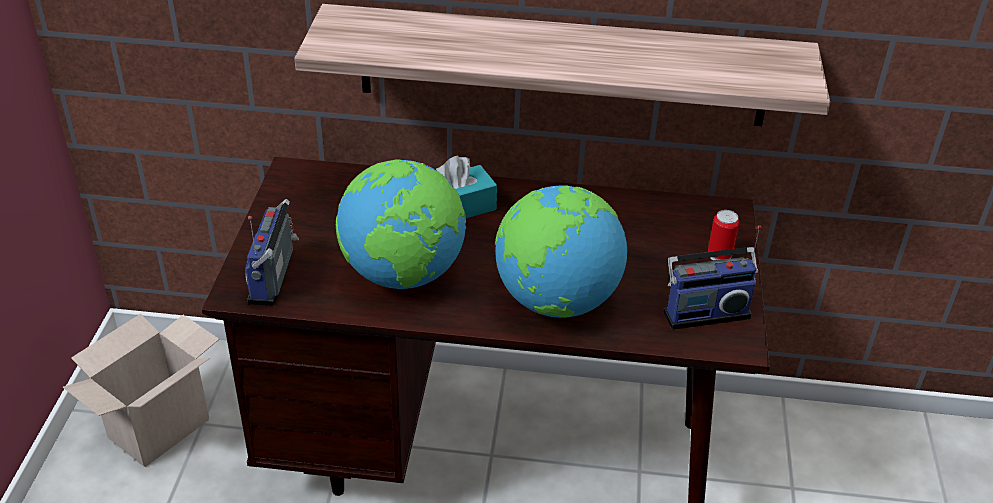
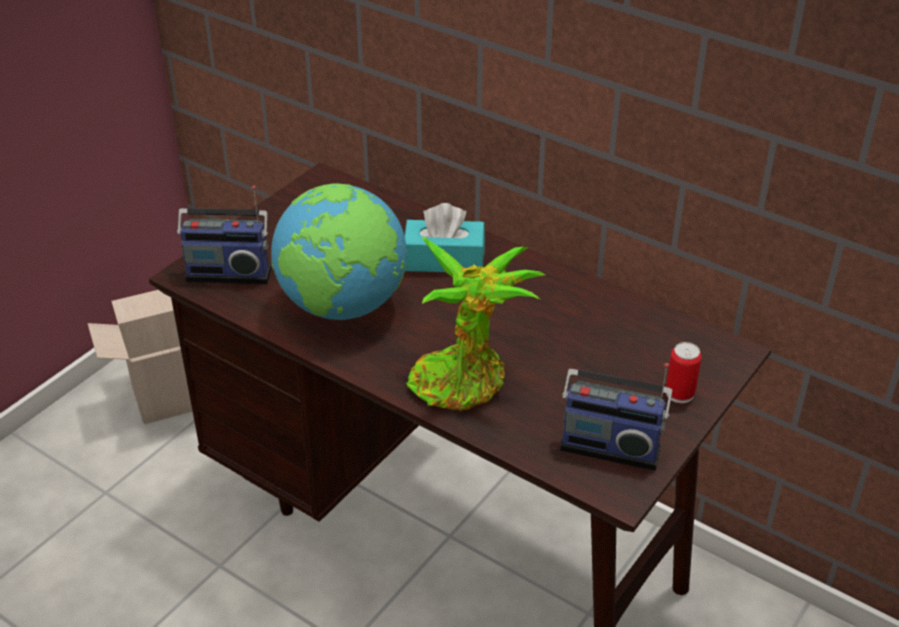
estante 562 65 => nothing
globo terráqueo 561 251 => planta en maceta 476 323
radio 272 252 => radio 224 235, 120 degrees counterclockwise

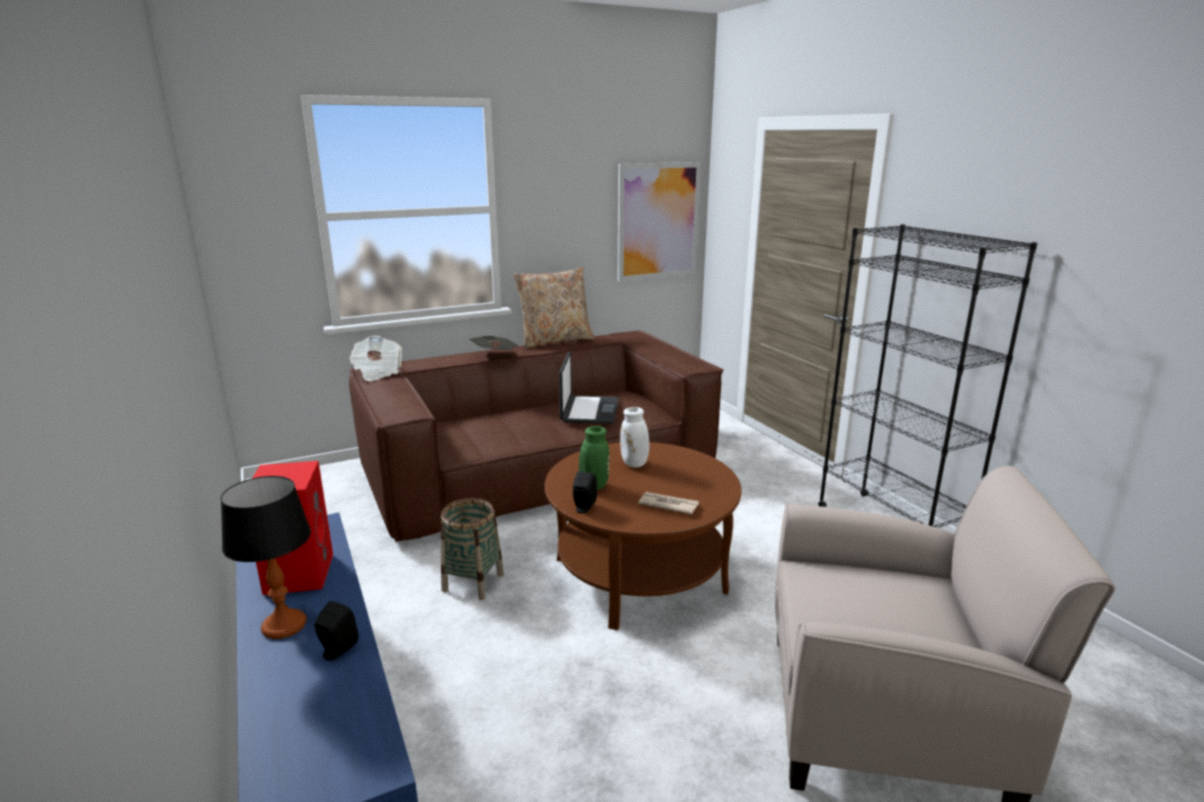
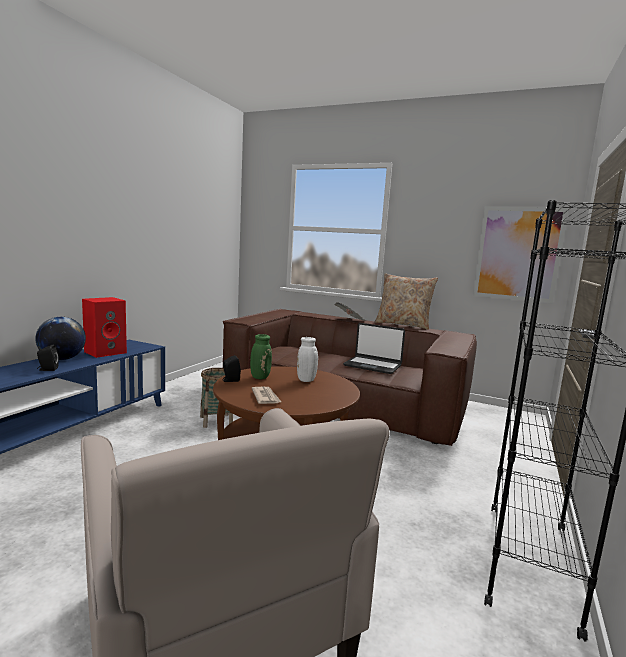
periódico 375 358 => nothing
lámpara de mesa 266 557 => globo terráqueo 60 338
portátil 589 387 => portátil 374 348, 60 degrees clockwise

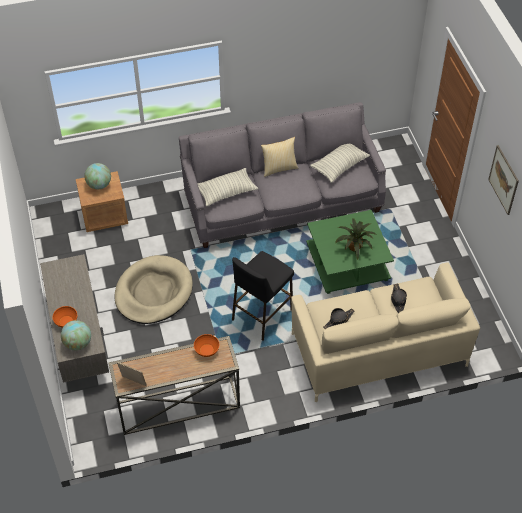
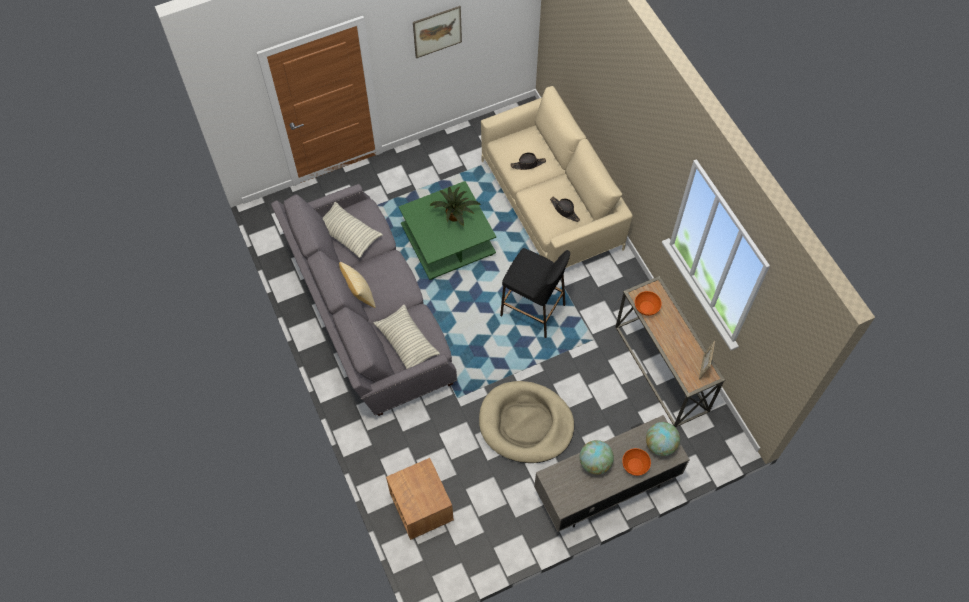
globo terráqueo 97 176 => globo terráqueo 597 457, shifted

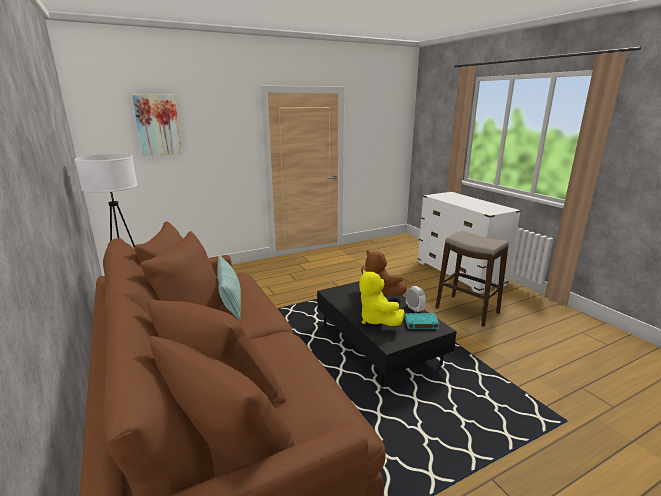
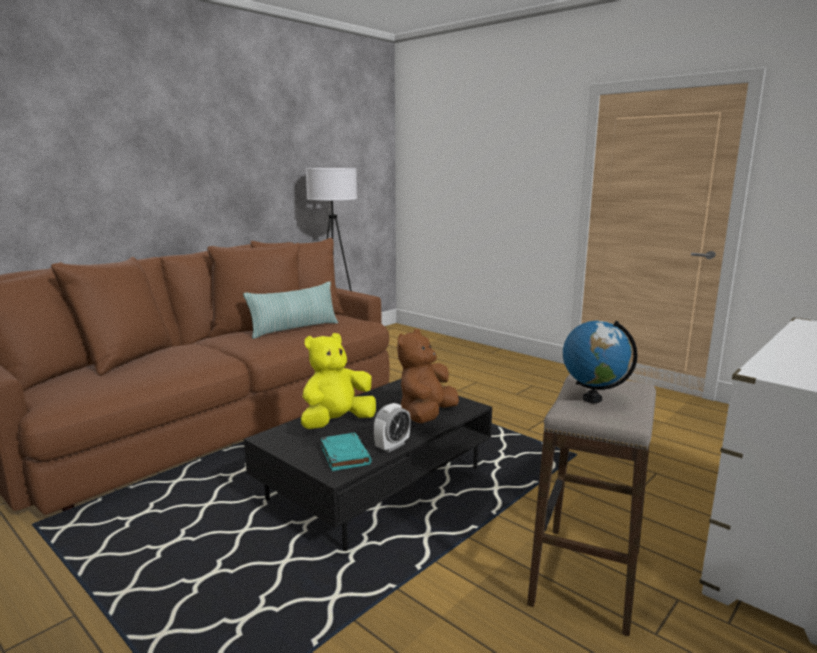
cuadro 157 125 => nothing
nothing => globo terráqueo 600 362

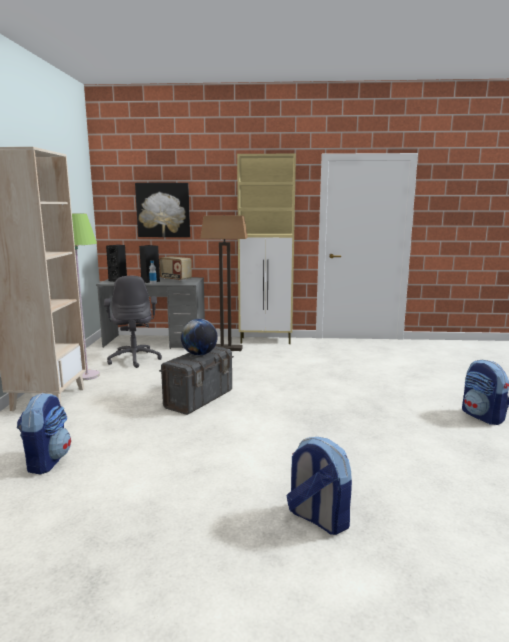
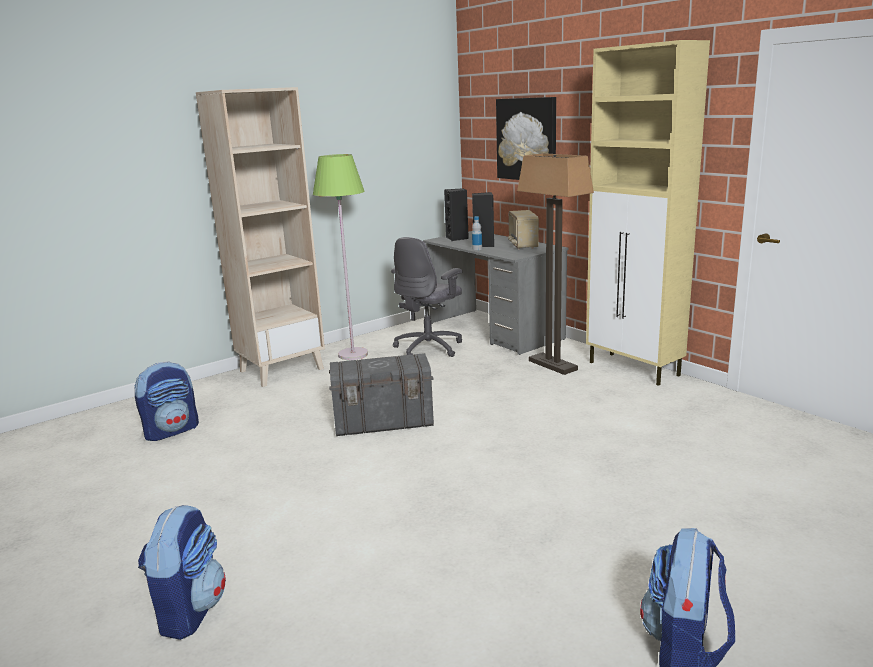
globo terráqueo 199 337 => nothing

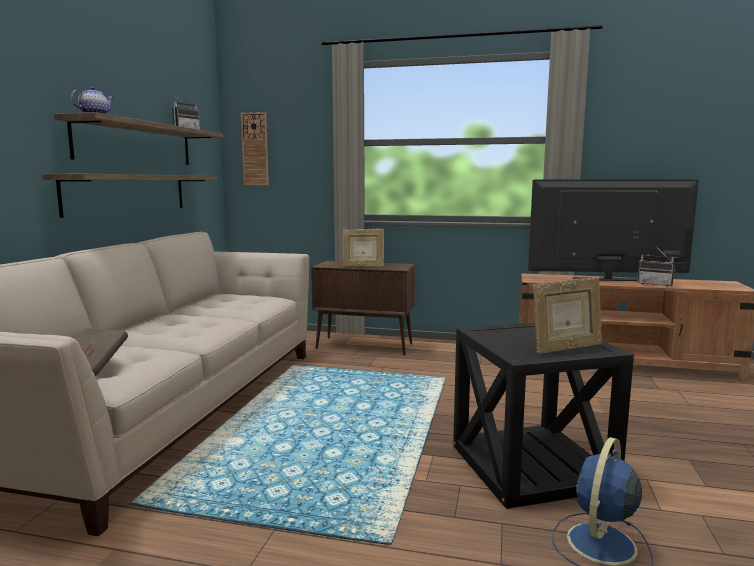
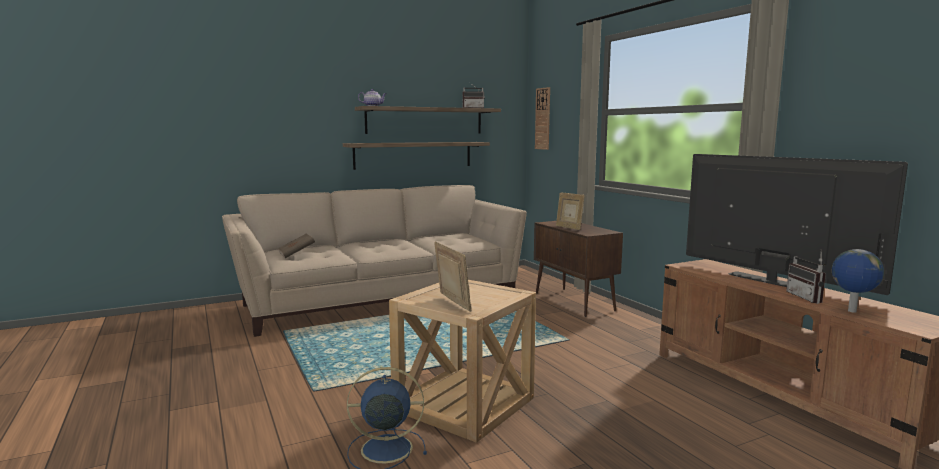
nothing => globo terráqueo 858 281
mesa auxiliar/negro 543 416 => mesa auxiliar/beis 462 361
portarretratos 567 315 => portarretratos 452 277, 150 degrees counterclockwise

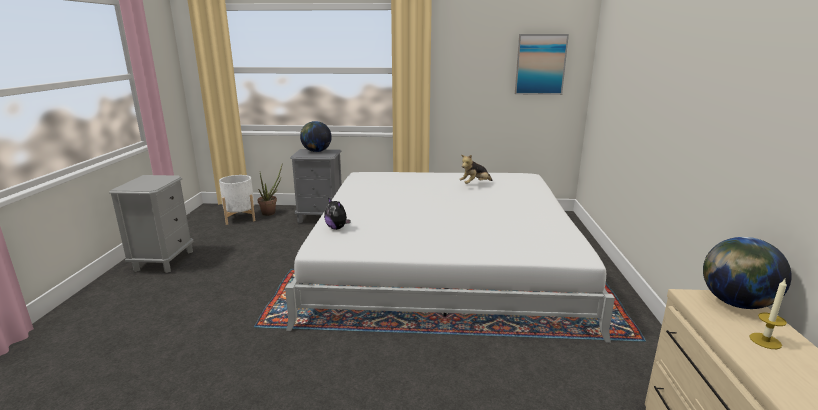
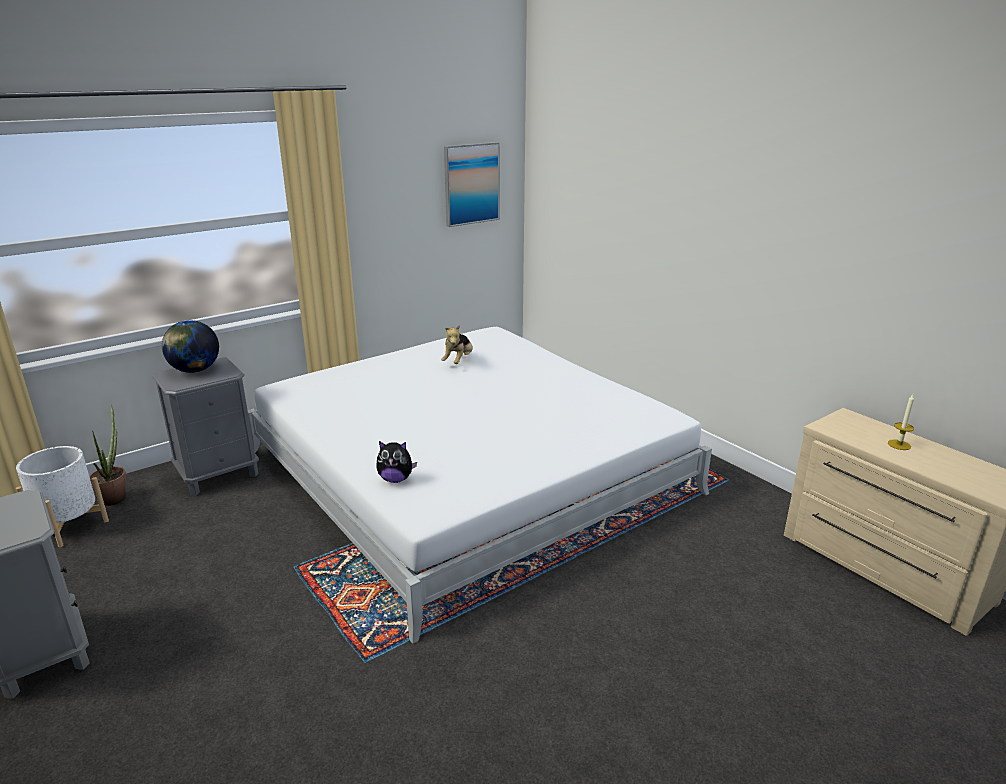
globo terráqueo 747 273 => nothing

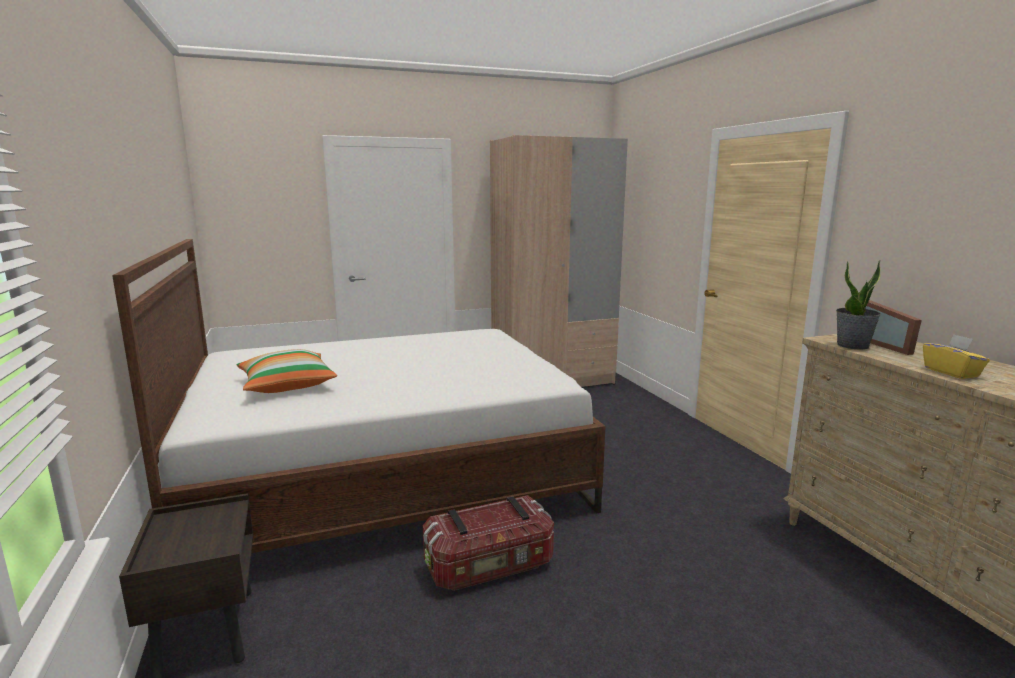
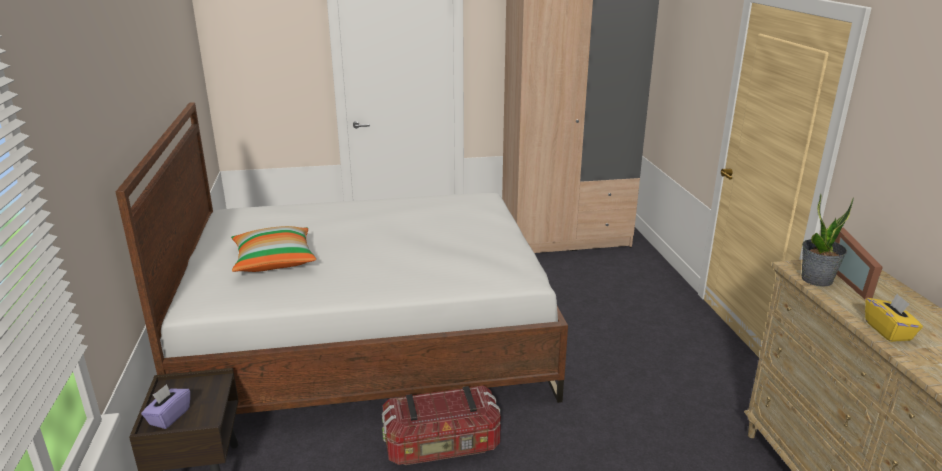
nothing => caja de pañuelos/morado 165 406

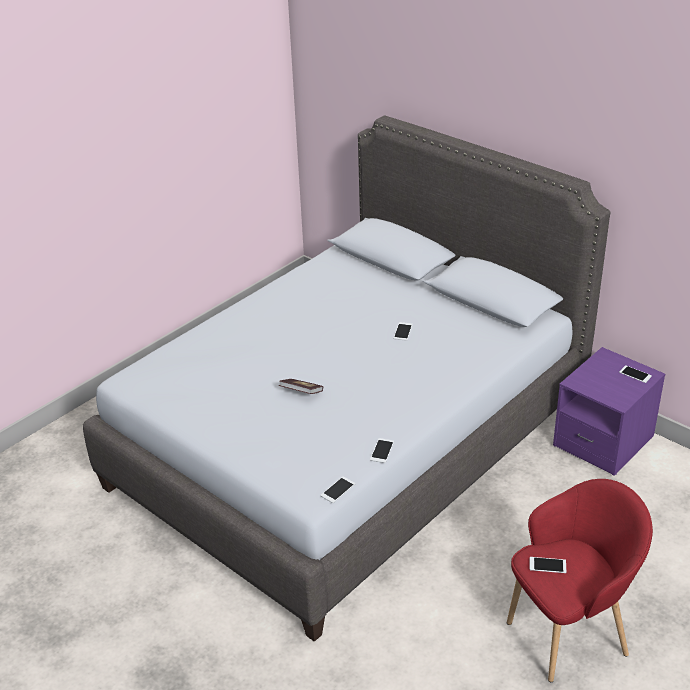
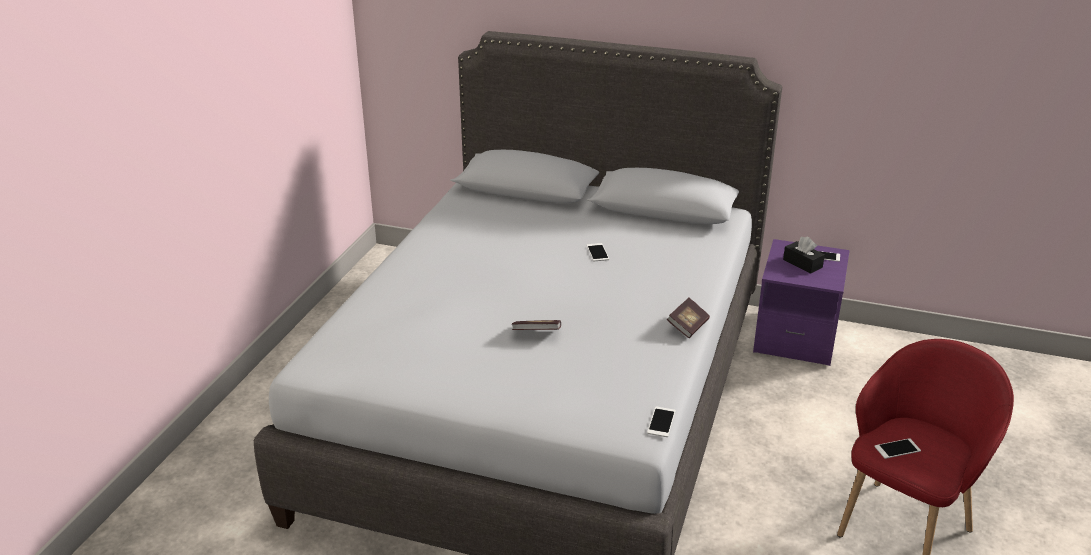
móvil 382 450 => nothing
nothing => libro 688 317
nothing => caja de pañuelos/negro 804 255

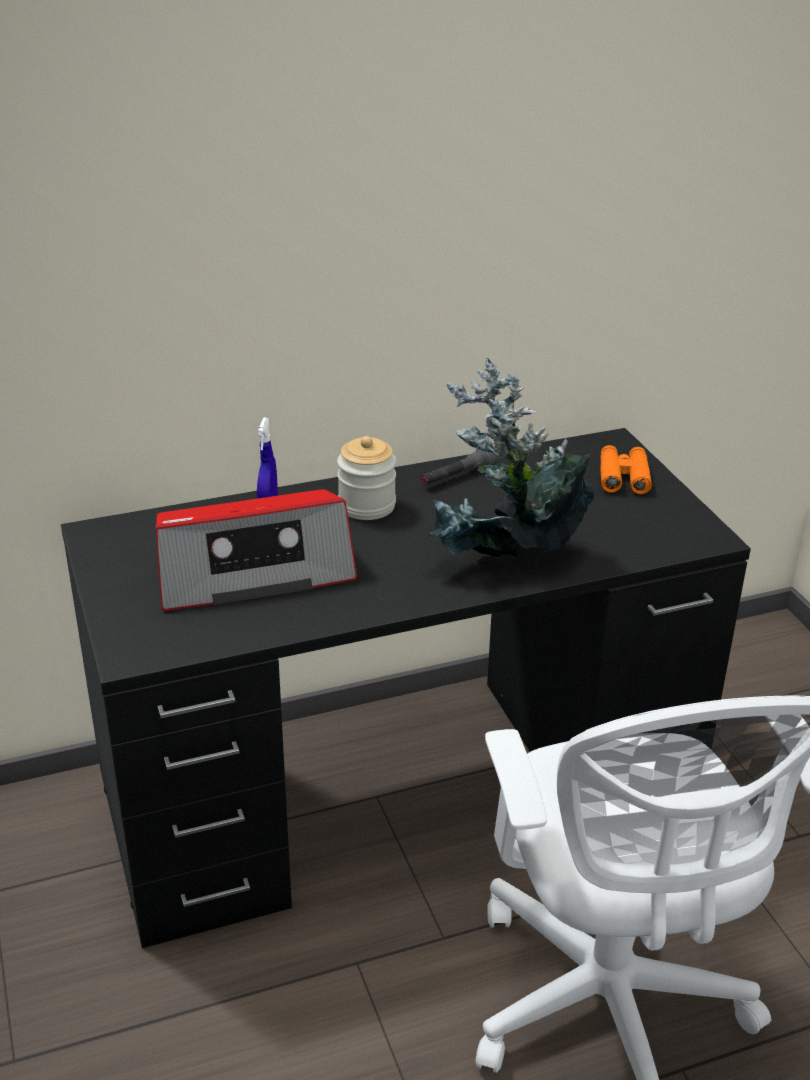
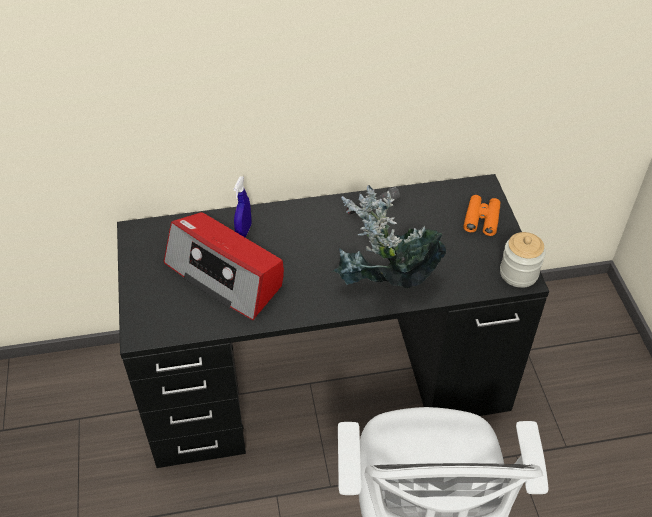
tarro 366 478 => tarro 523 260, shifted
radio 256 550 => radio 224 266, 45 degrees clockwise

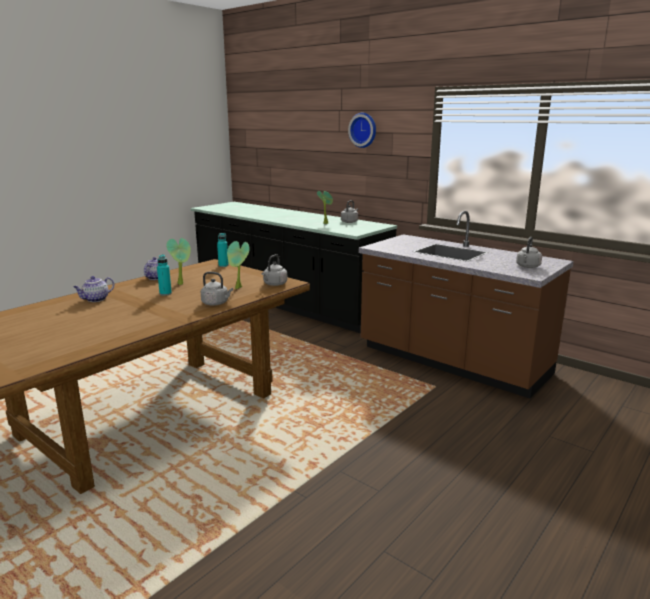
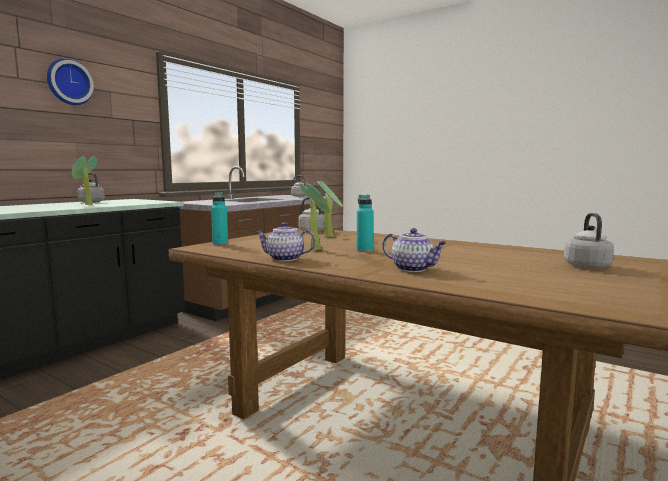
hervidor/gris 217 288 => hervidor/gris 589 241, shifted

